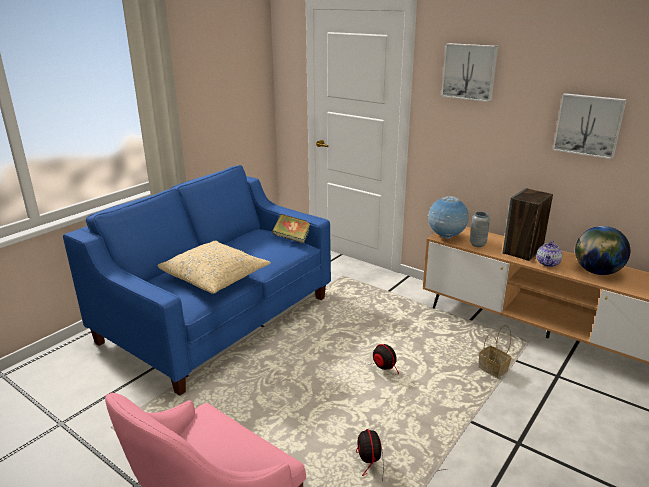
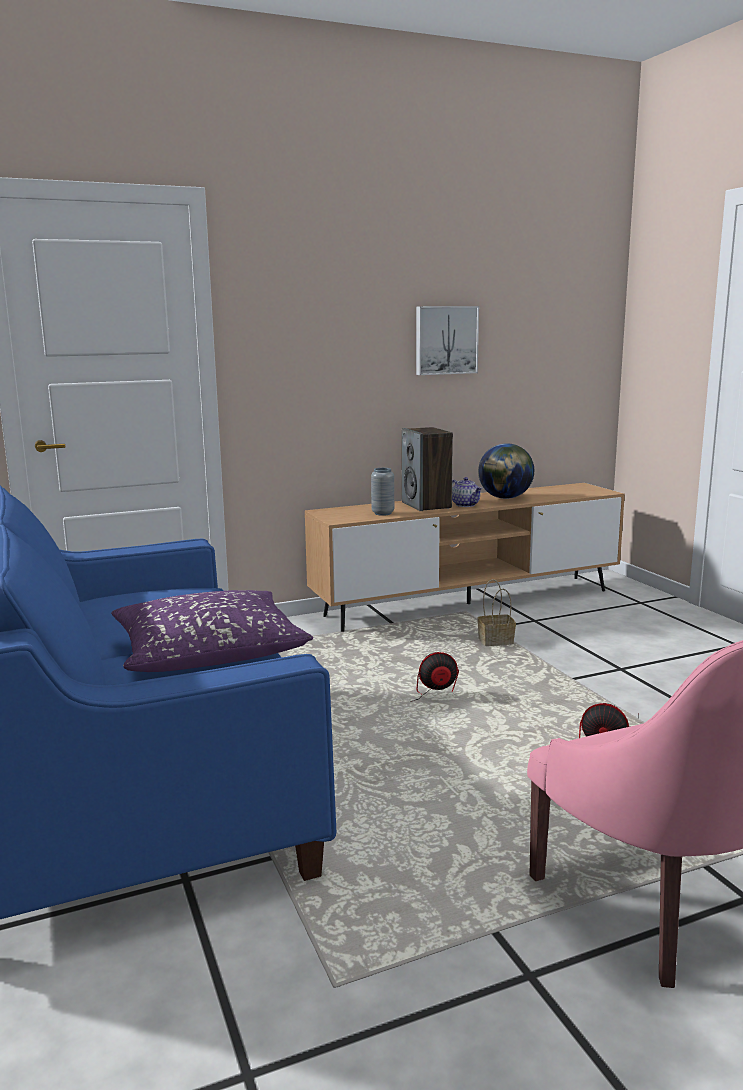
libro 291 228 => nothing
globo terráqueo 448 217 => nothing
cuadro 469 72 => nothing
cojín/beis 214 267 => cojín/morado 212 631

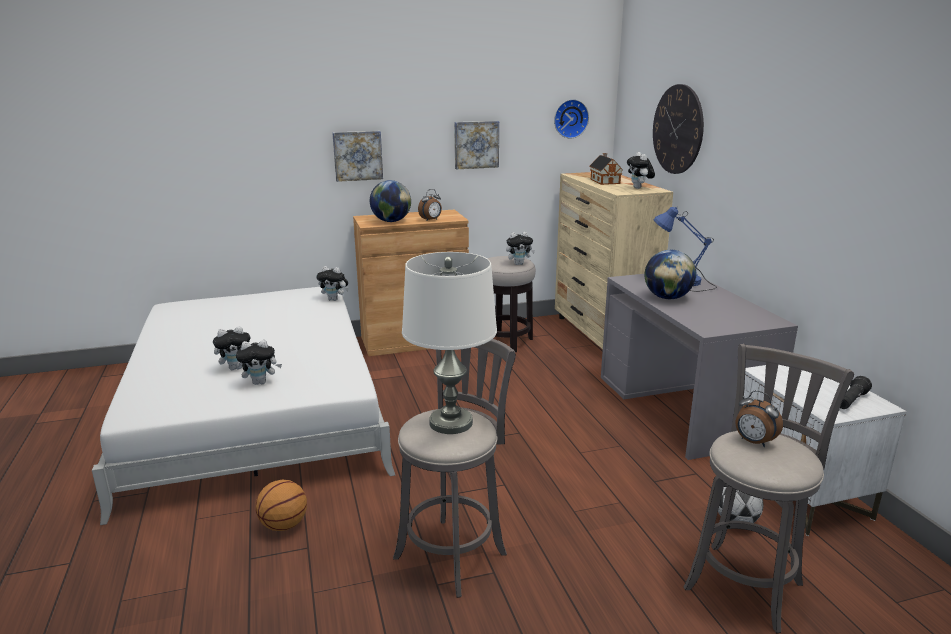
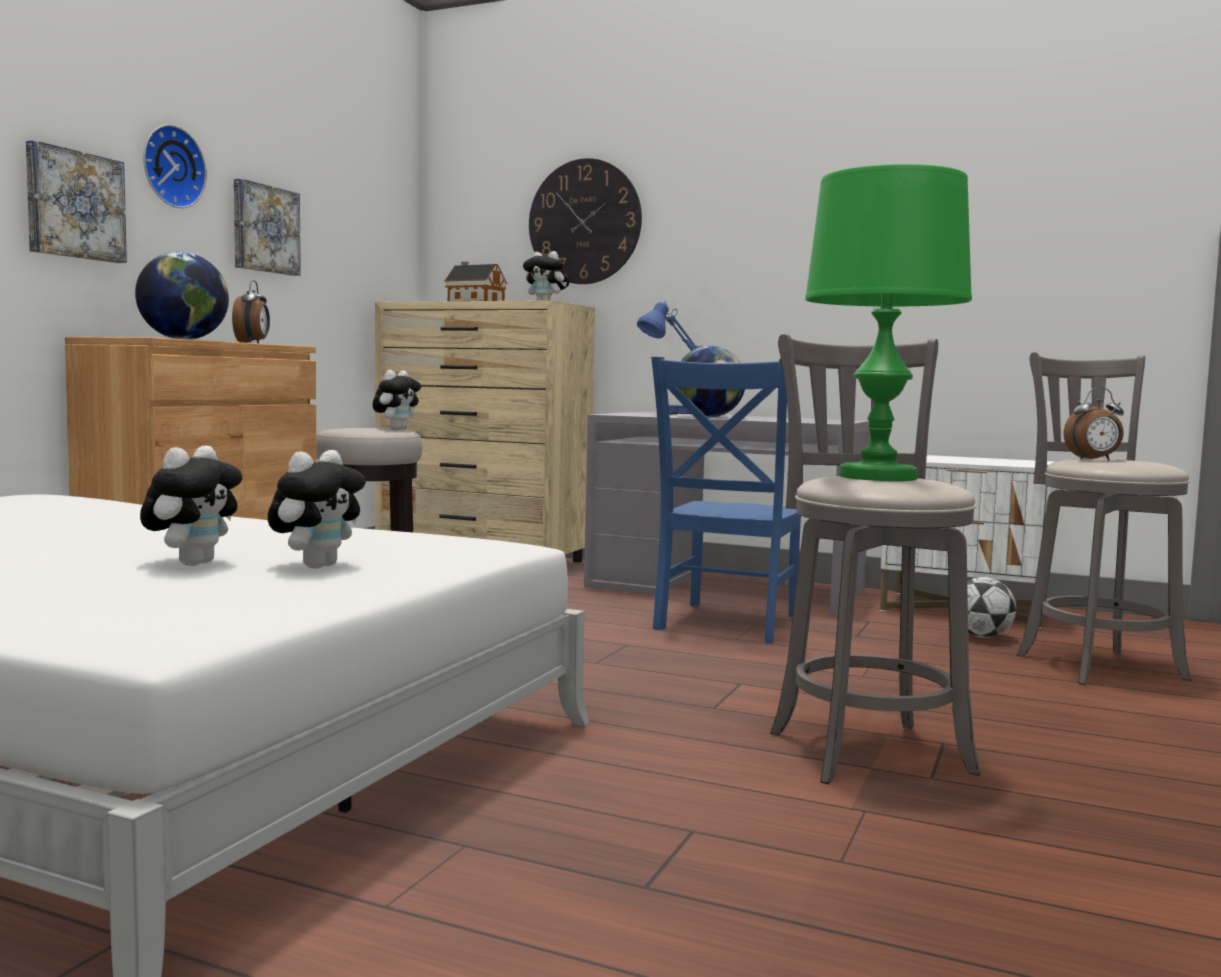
balón de baloncesto 281 505 => nothing
peluche 332 283 => nothing
linterna/negro 856 392 => nothing
nothing => silla/azul 726 500
reloj de pared 571 118 => reloj de pared 175 166, shifted
lámpara de mesa/blanco 449 343 => lámpara de mesa/verde 888 322

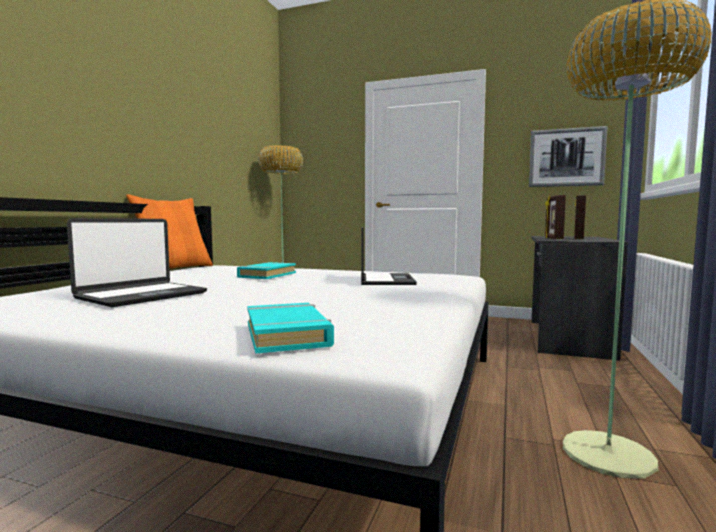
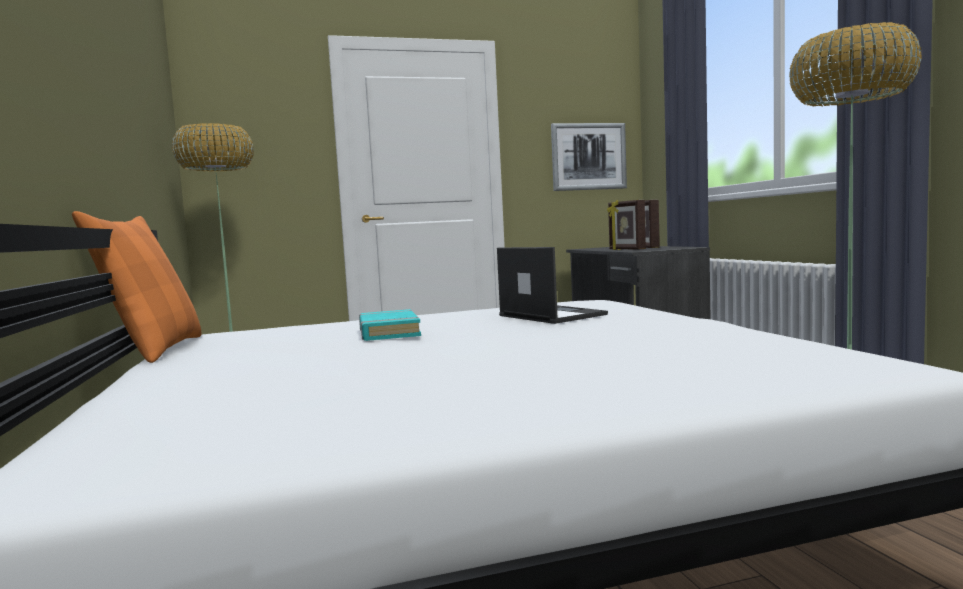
portátil 137 262 => nothing
libro/turquesa 290 328 => nothing

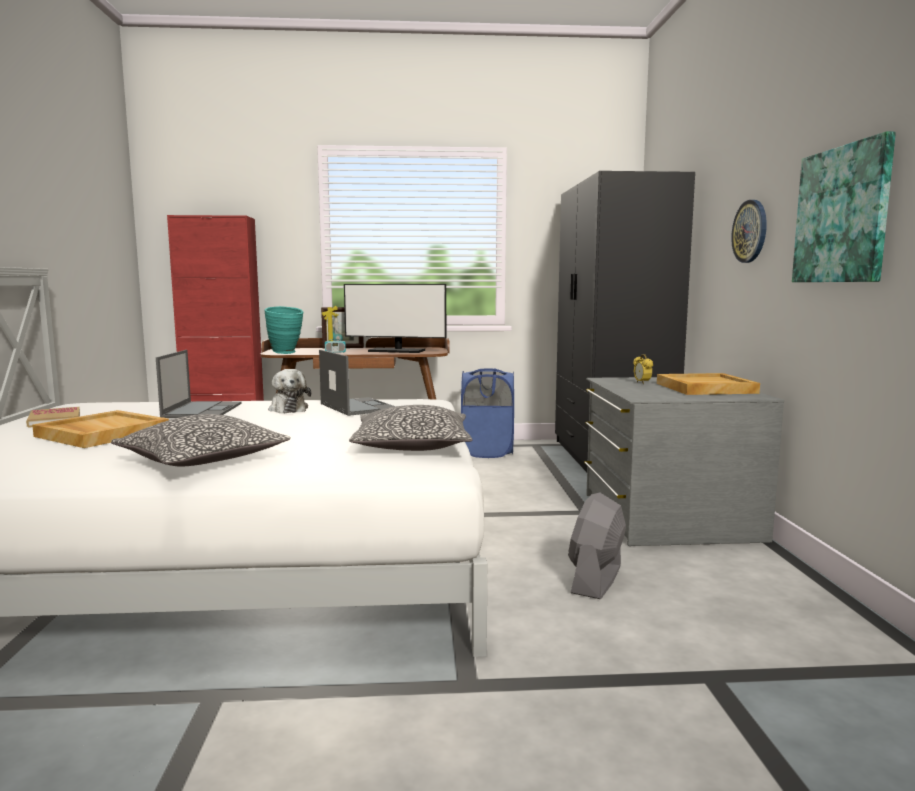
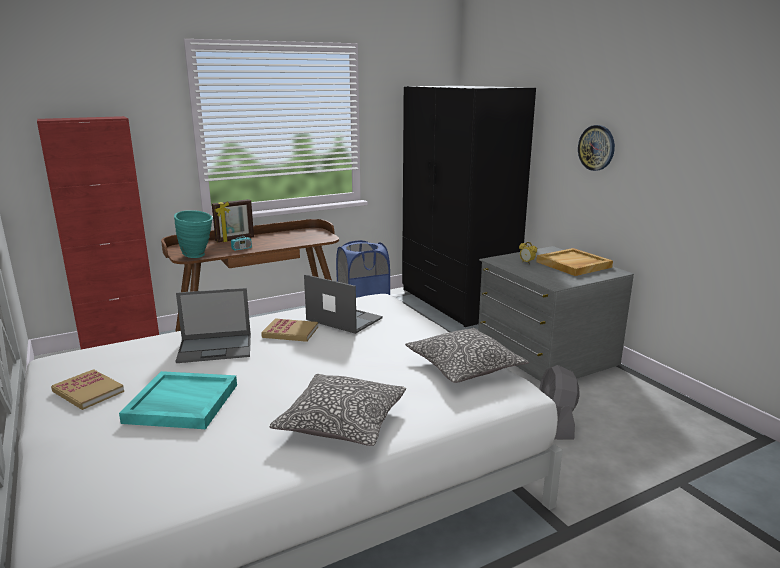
monitor 395 318 => nothing
cuadro 844 206 => nothing
peluche 289 391 => libro 289 330
bandeja/beis 100 429 => bandeja/turquesa 178 400
portátil 199 384 => portátil 213 325, 105 degrees clockwise

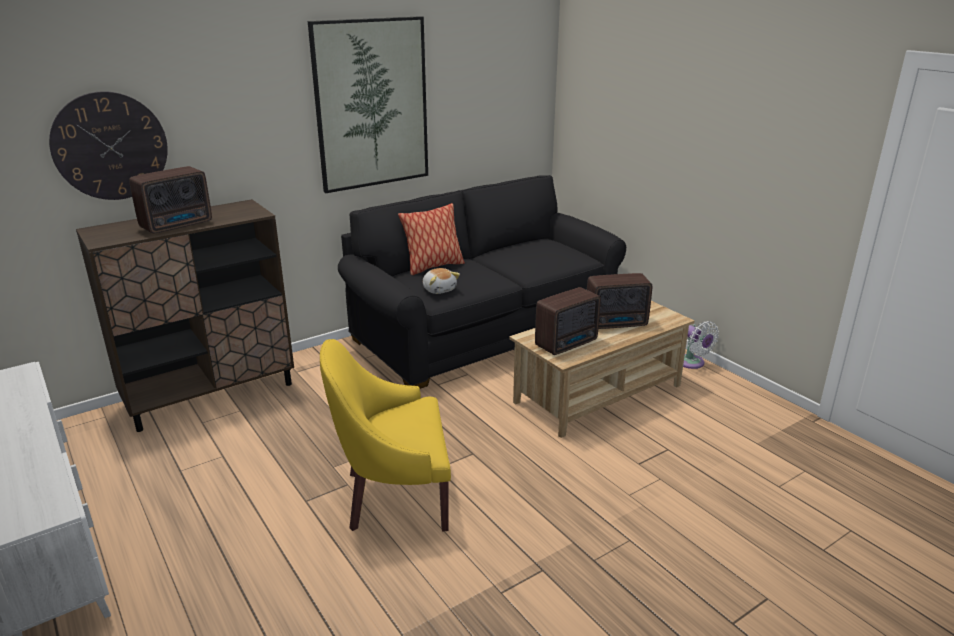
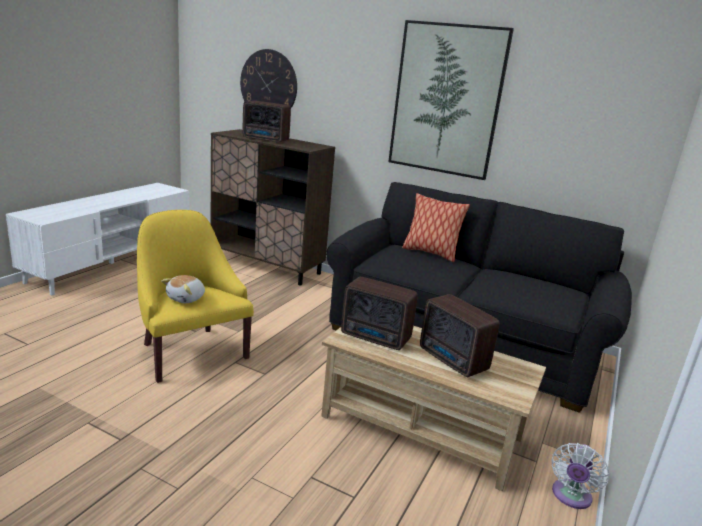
peluche 441 281 => peluche 183 289, shifted

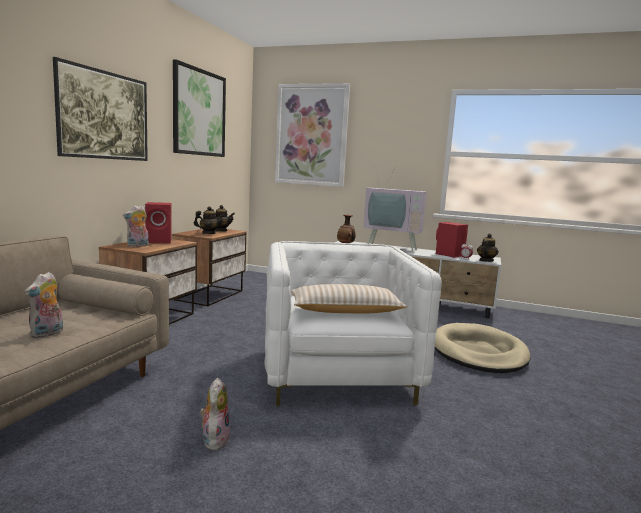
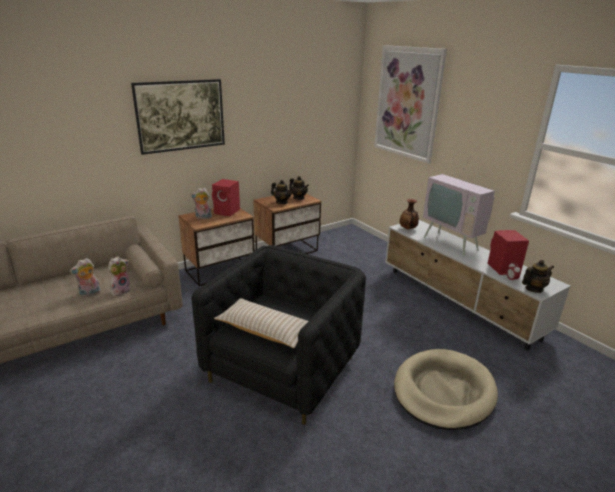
cuadro 199 108 => nothing
peluche 215 414 => peluche 119 276, shifted
sillón/blanco 353 323 => sillón/negro 278 335

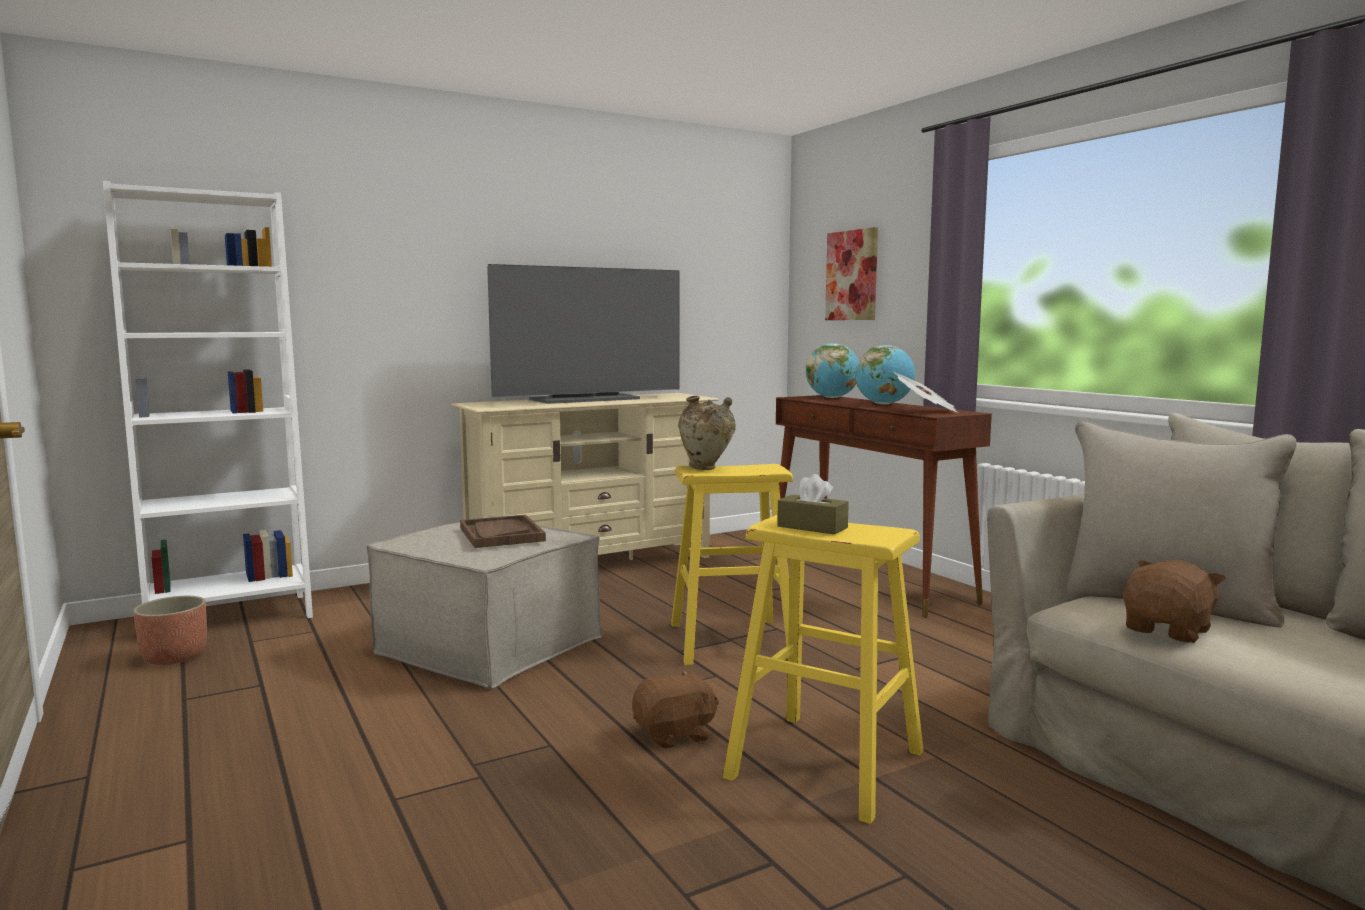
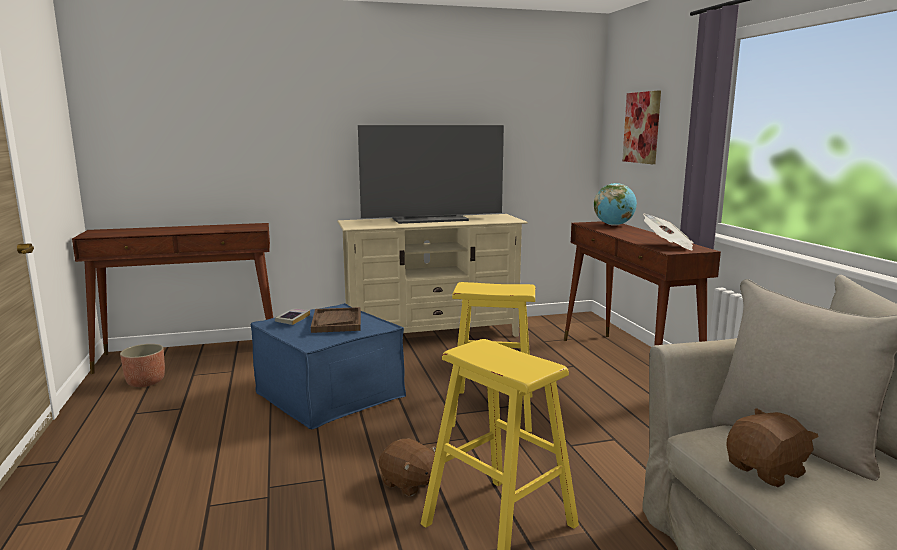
florero/beis 707 433 => nothing
caja de pañuelos/marrón 813 504 => nothing
globo terráqueo 885 375 => nothing
nothing => libro 292 316
estantería/blanco 208 399 => mesa consola/marrón 172 298
puf/beis 484 602 => puf/azul 328 366
peluche/marrón 675 709 => peluche/marrón 407 468, 45 degrees clockwise

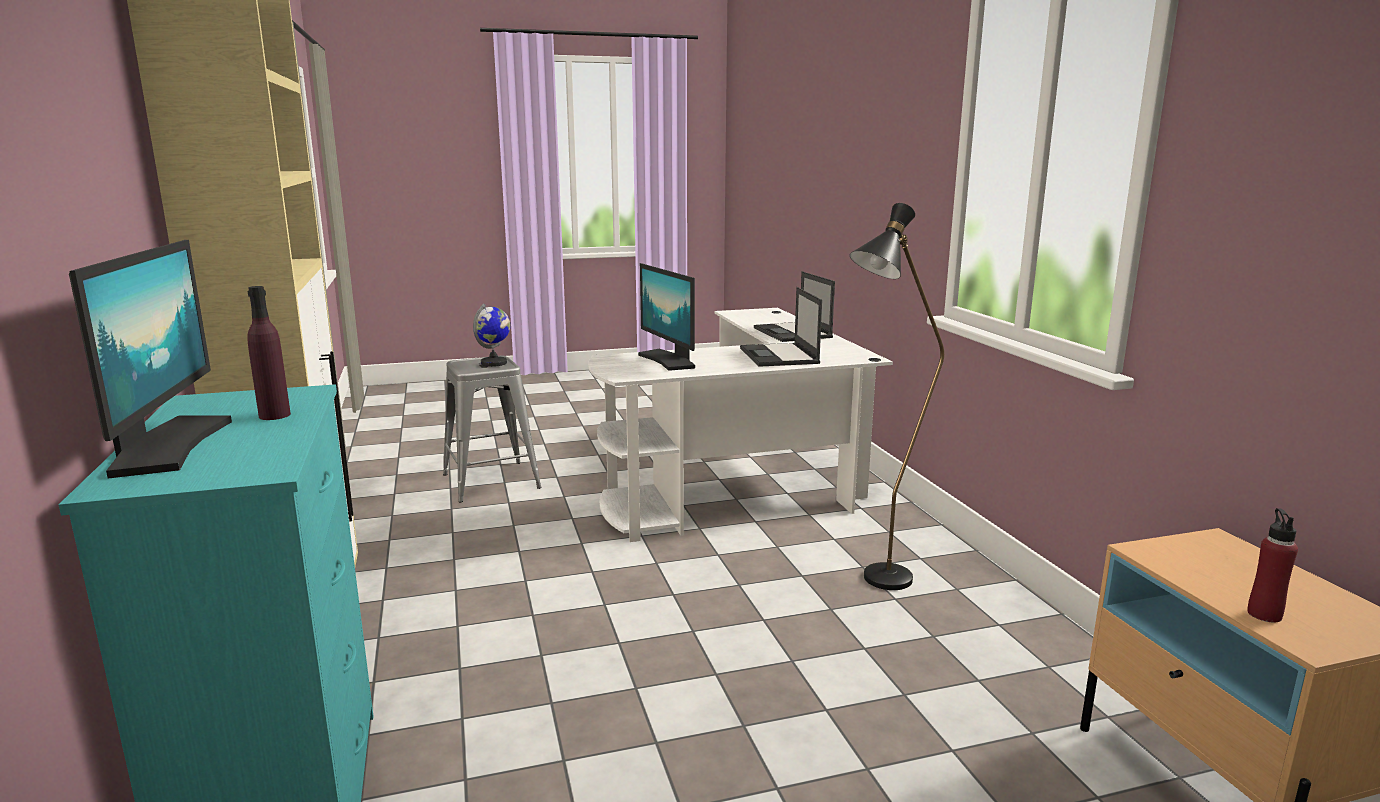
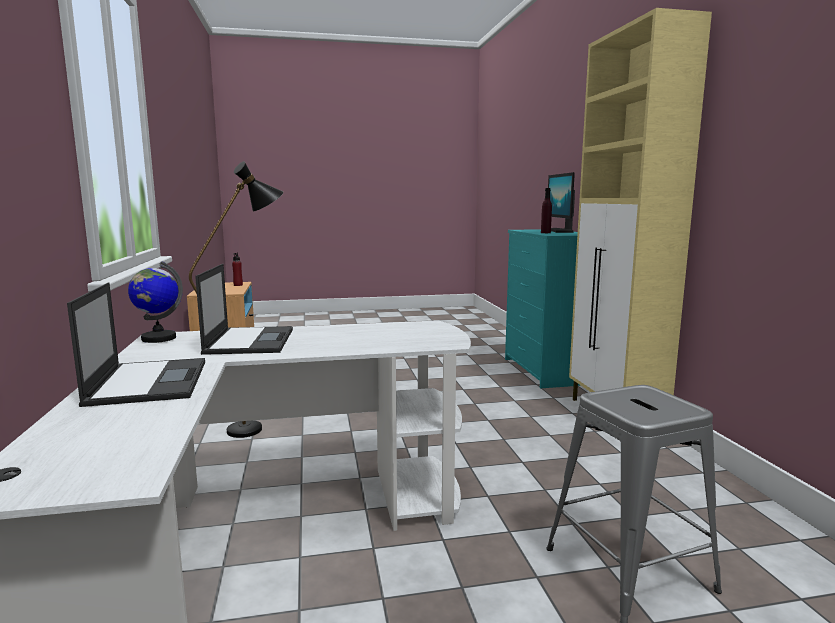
monitor 666 317 => nothing
globo terráqueo 492 335 => globo terráqueo 155 302, shifted

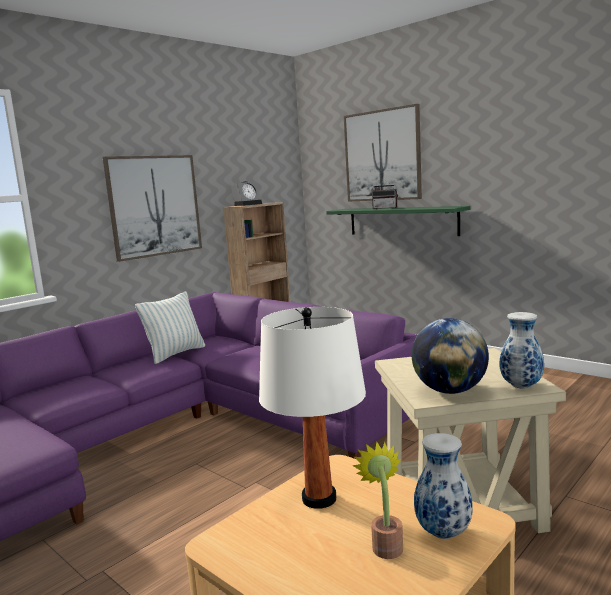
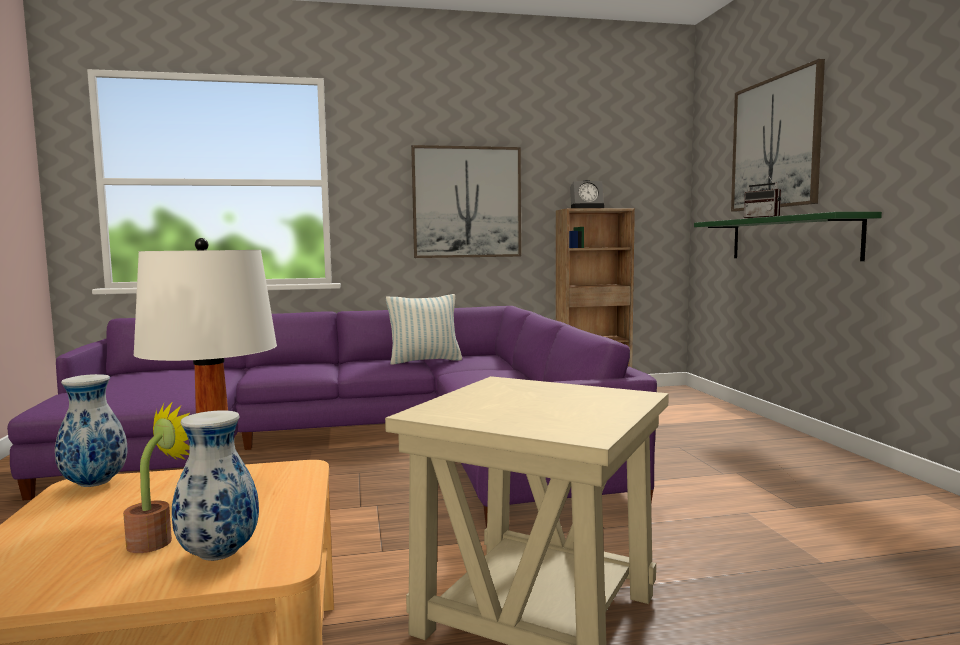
globo terráqueo 450 356 => nothing
florero 522 350 => florero 91 430, shifted

